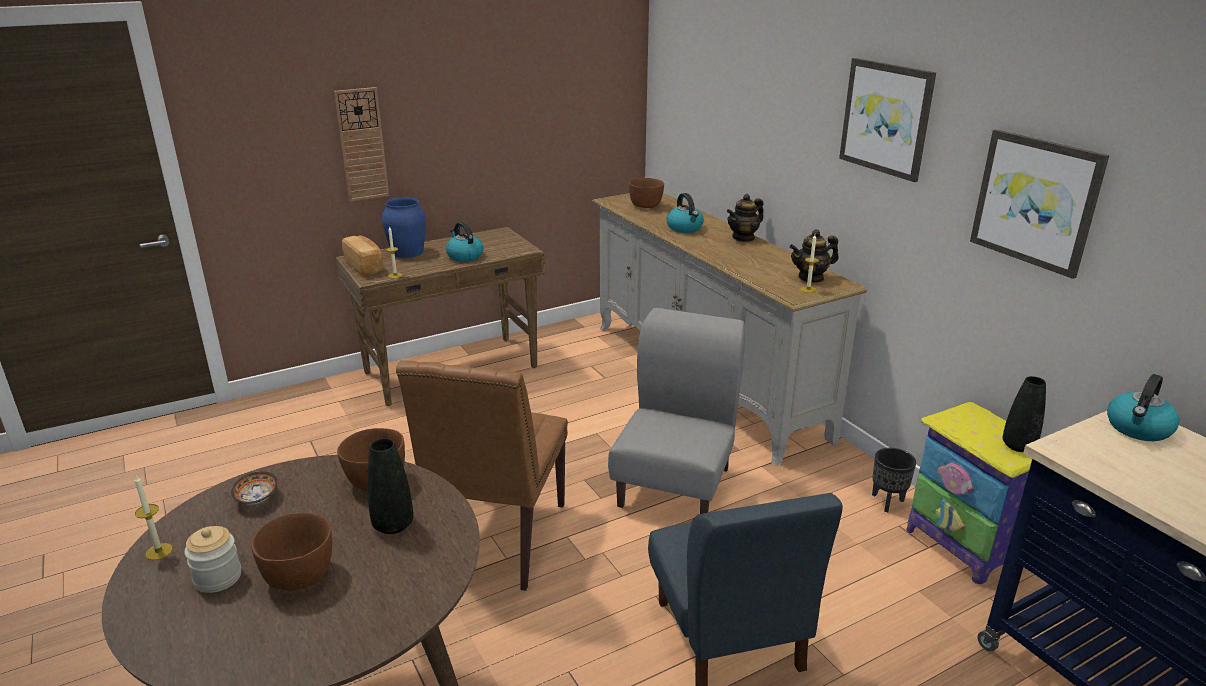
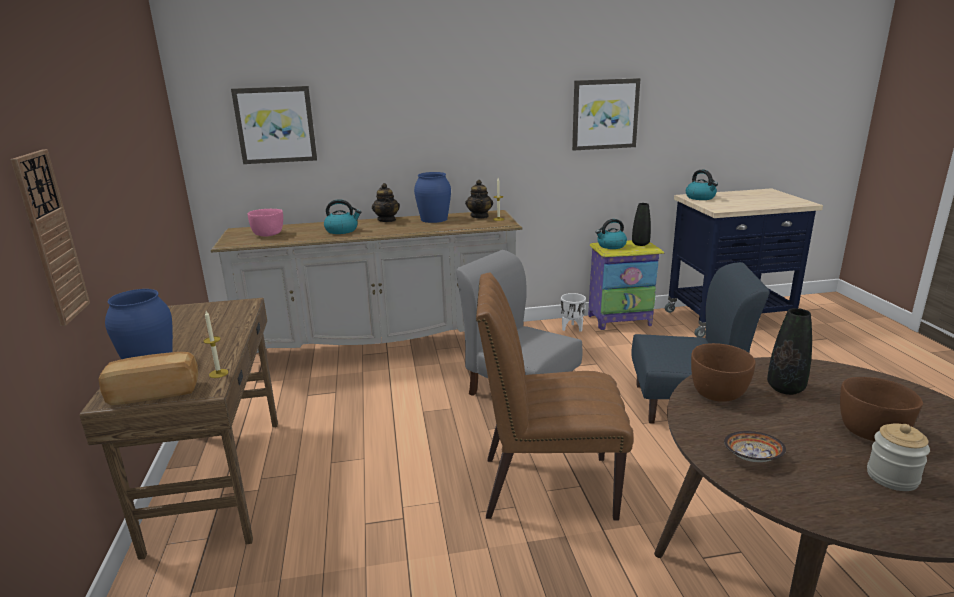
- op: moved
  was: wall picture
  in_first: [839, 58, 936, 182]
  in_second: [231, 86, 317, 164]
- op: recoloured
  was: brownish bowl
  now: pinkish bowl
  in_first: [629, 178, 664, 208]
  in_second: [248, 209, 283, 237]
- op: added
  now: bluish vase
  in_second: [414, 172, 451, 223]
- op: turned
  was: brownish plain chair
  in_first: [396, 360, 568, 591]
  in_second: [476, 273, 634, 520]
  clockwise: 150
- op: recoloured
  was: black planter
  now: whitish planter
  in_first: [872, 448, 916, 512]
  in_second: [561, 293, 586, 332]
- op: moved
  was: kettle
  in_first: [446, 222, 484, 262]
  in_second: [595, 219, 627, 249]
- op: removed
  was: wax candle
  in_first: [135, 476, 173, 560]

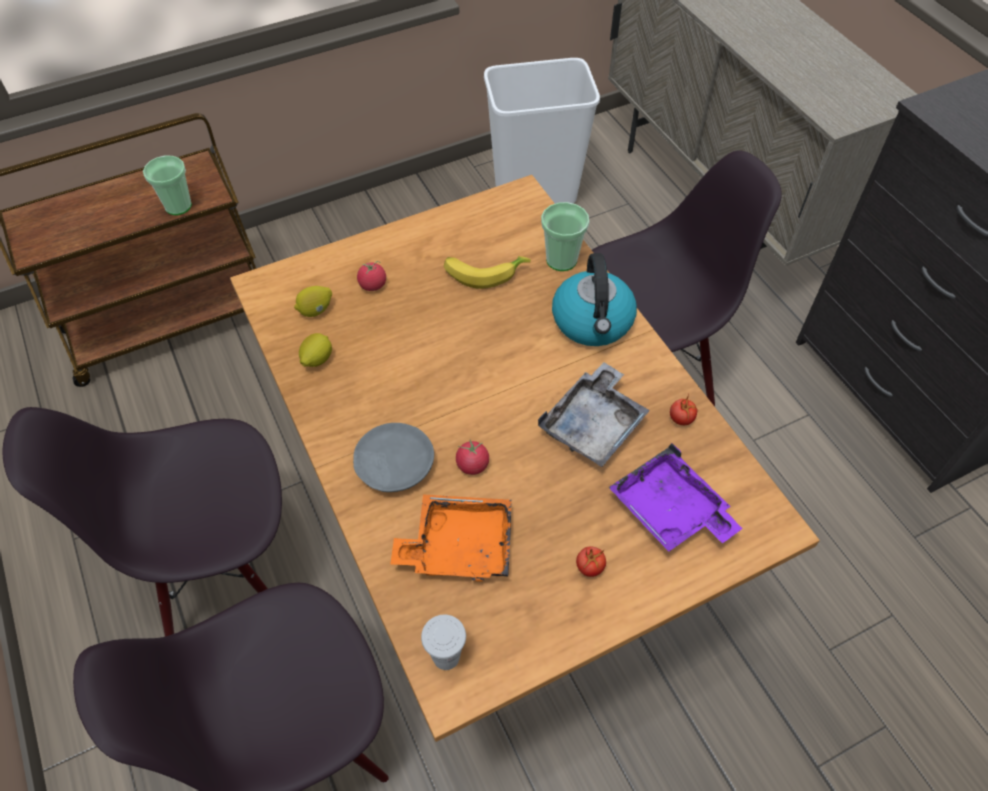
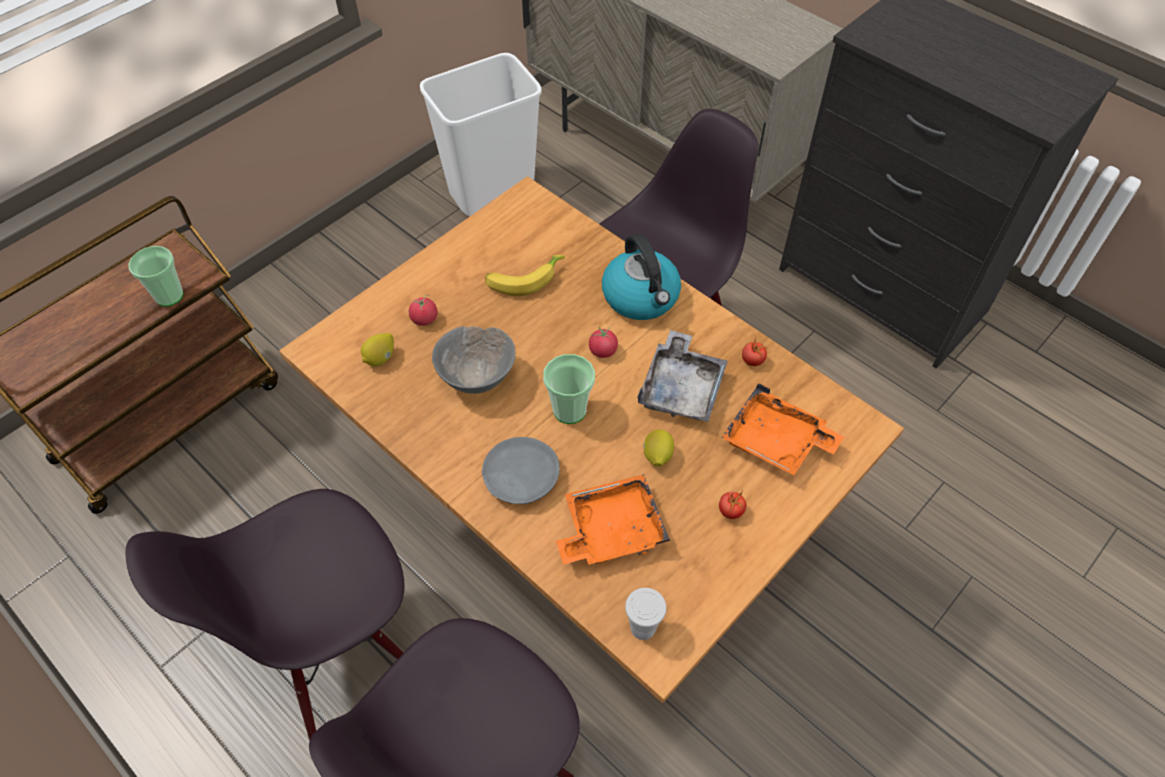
- op: added
  now: grey bowl
  in_second: [432, 326, 516, 394]
- op: moved
  was: cup
  in_first: [541, 202, 590, 271]
  in_second: [543, 354, 595, 424]
- op: moved
  was: tomato
  in_first: [456, 440, 489, 475]
  in_second: [589, 327, 618, 358]
- op: moved
  was: citrus fruit
  in_first: [299, 333, 332, 367]
  in_second: [643, 429, 674, 467]
- op: recoloured
  was: purple carrying tray
  now: orange-coloured carrying tray
  in_first: [609, 443, 743, 552]
  in_second: [721, 383, 844, 475]

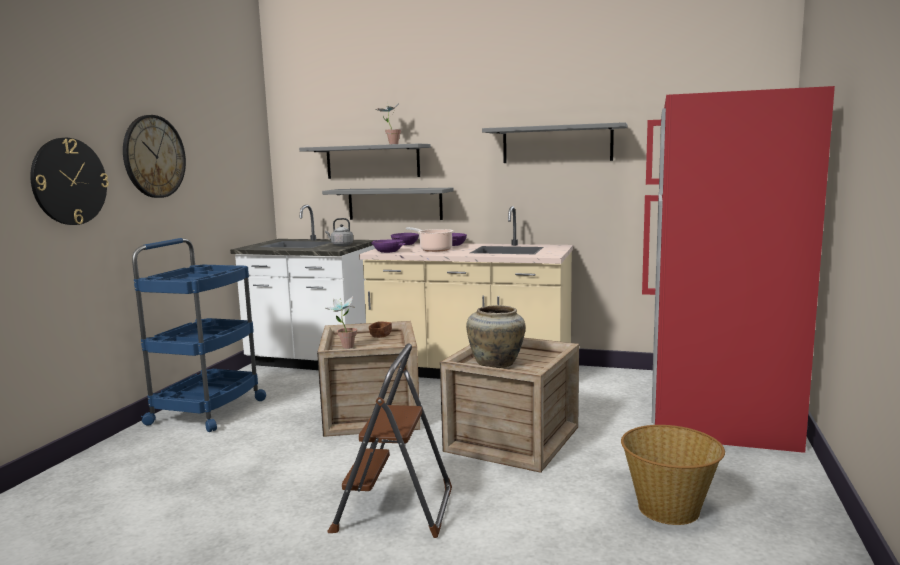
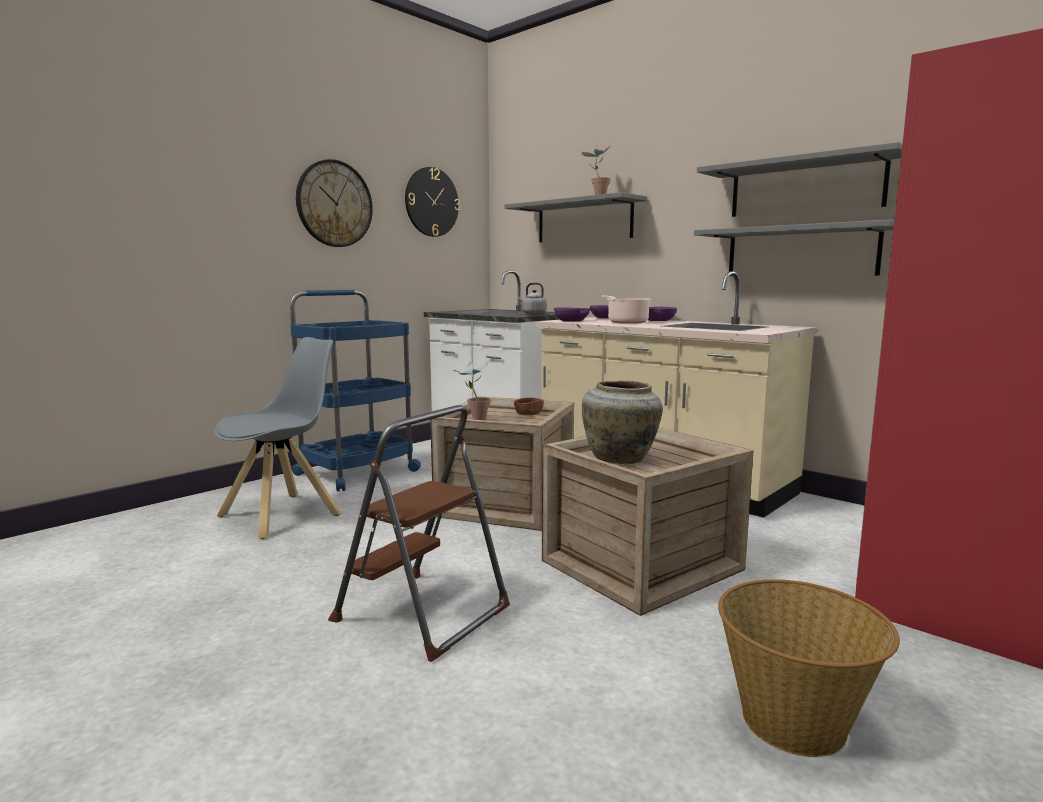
- op: added
  now: grey plain chair
  in_second: [214, 337, 342, 539]
- op: moved
  was: wall clock
  in_first: [30, 138, 109, 225]
  in_second: [405, 167, 460, 237]
- op: moved
  was: grey bracket shelf
  in_first: [322, 188, 453, 220]
  in_second: [694, 219, 894, 276]

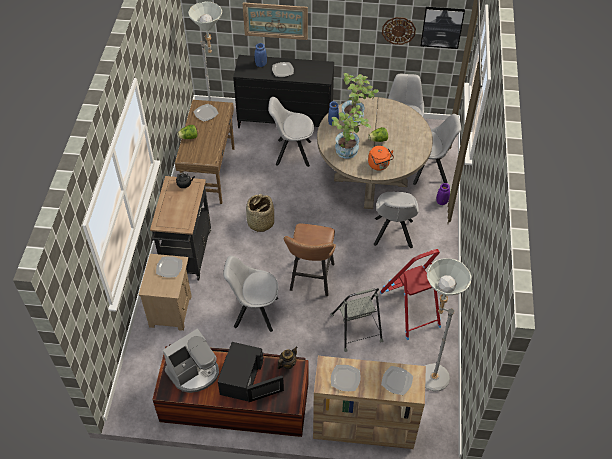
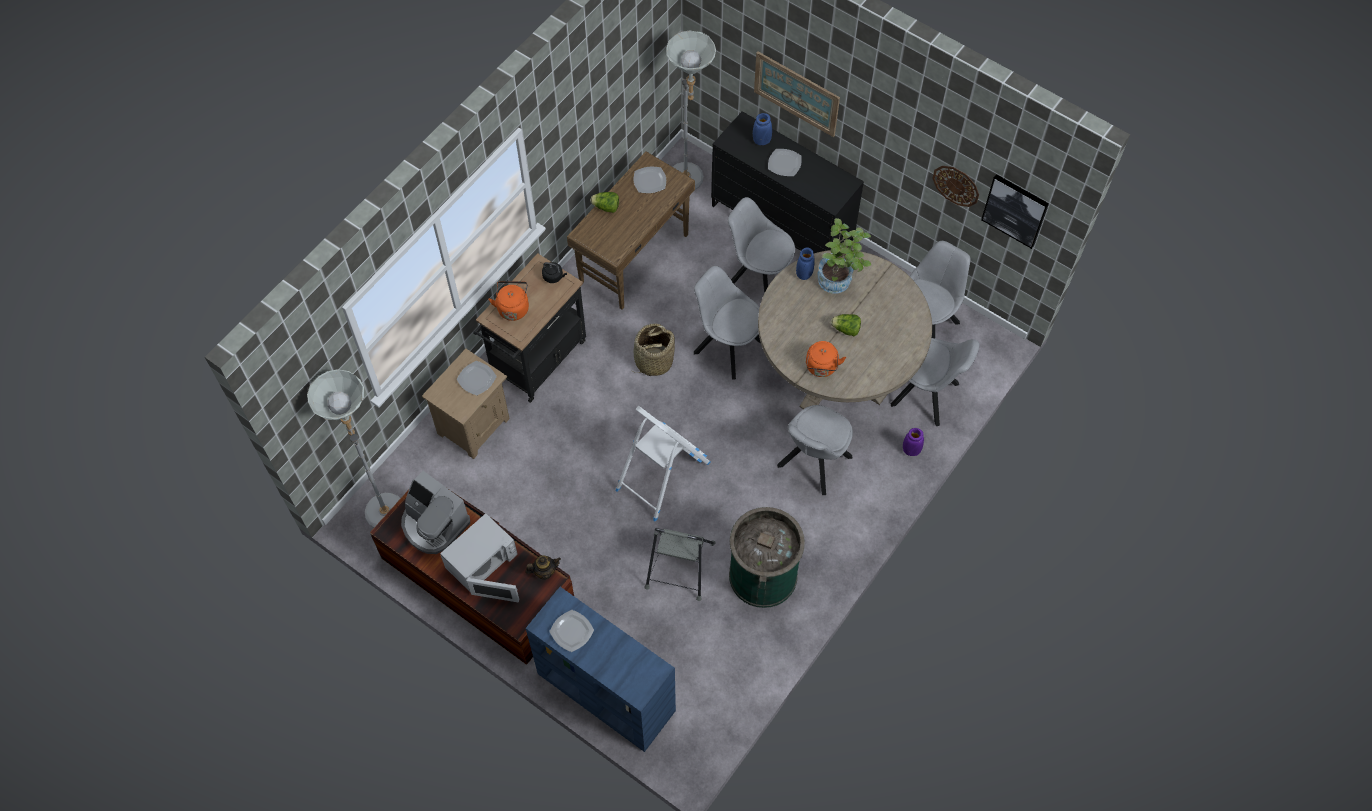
- op: moved
  was: grey floor lamp
  in_first: [425, 258, 471, 392]
  in_second: [307, 369, 400, 528]
- op: turned
  was: coffee brewer
  in_first: [163, 328, 219, 393]
  in_second: [401, 471, 470, 554]
  clockwise: 45
- op: recoloured
  was: black microwave oven
  now: whitish microwave oven
  in_first: [218, 342, 284, 402]
  in_second: [440, 513, 519, 603]
- op: added
  now: orange-coloured kettle
  in_second: [488, 281, 529, 321]
- op: recoloured
  was: brownish bookshelf
  now: bluish bookshelf
  in_first: [313, 356, 426, 449]
  in_second: [526, 587, 676, 752]
- op: replaced
  was: brownish stool seat
  now: whitish step ladder
  in_first: [284, 224, 336, 296]
  in_second: [616, 406, 711, 521]
- op: moved
  was: grey plain chair
  in_first: [223, 256, 279, 332]
  in_second: [694, 266, 761, 380]
- op: replaced
  was: red-coloured step ladder
  now: green-coloured trash can
  in_first: [380, 249, 441, 340]
  in_second: [729, 507, 805, 608]
- op: removed
  was: houseplant
  in_first: [332, 105, 371, 158]
- op: removed
  was: dinner plate
  in_first: [381, 366, 413, 395]

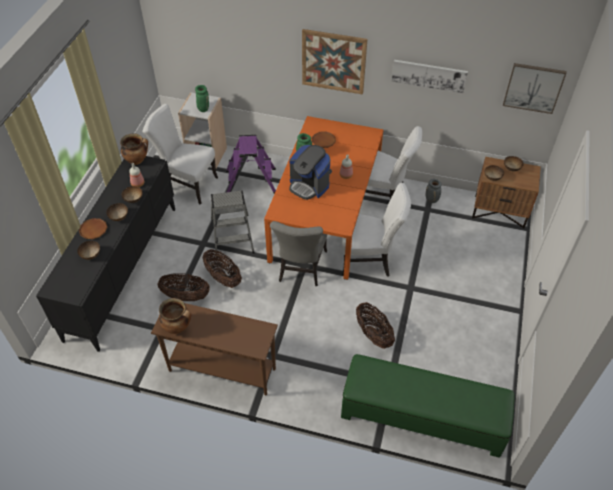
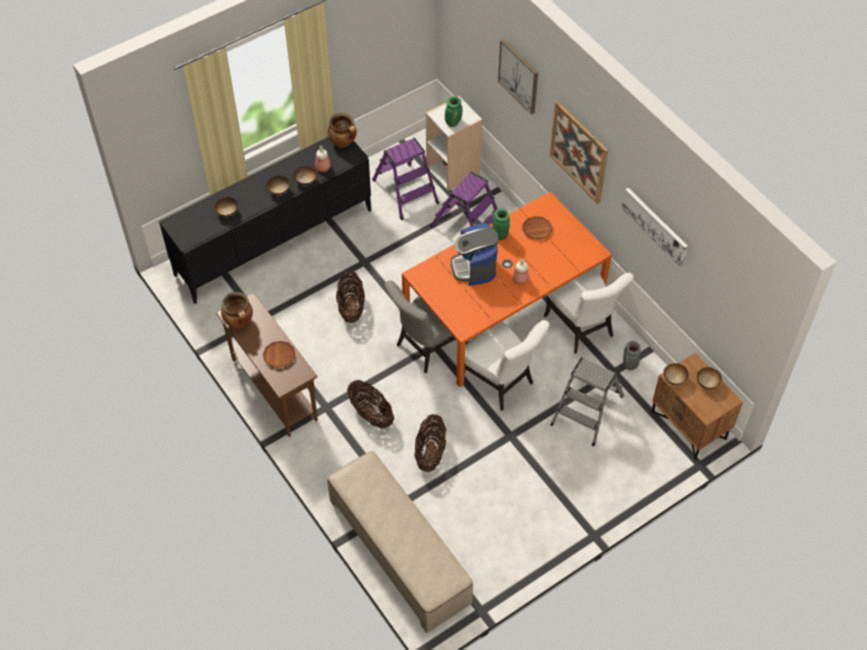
- op: moved
  was: brownish dinner plate
  in_first: [79, 218, 107, 239]
  in_second: [263, 341, 295, 368]
- op: recoloured
  was: green-coloured indoor bench
  now: beige indoor bench
  in_first: [341, 354, 515, 457]
  in_second: [327, 451, 473, 633]
- op: moved
  was: storage basket
  in_first: [158, 273, 210, 301]
  in_second: [347, 380, 394, 429]
- op: replaced
  was: whitish plain chair
  now: purple step ladder
  in_first: [142, 104, 218, 205]
  in_second: [372, 138, 439, 220]
- op: moved
  was: wall picture
  in_first: [503, 63, 567, 114]
  in_second: [498, 39, 538, 115]
- op: moved
  was: grey step ladder
  in_first: [211, 190, 255, 258]
  in_second: [550, 357, 624, 446]

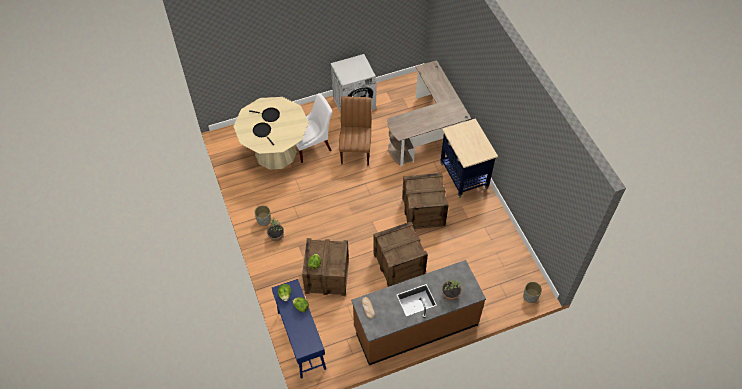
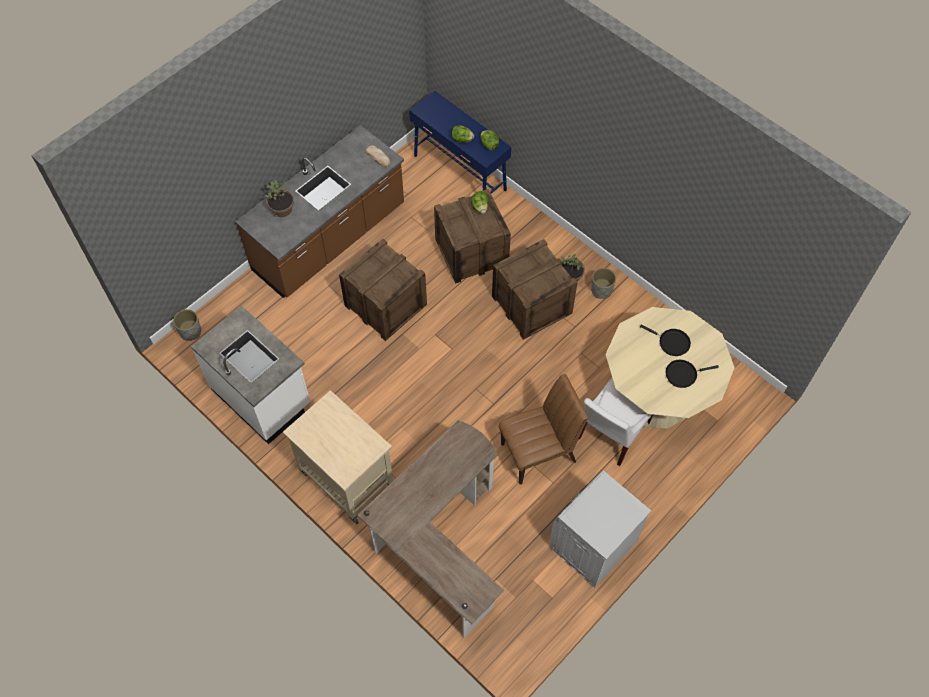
- op: added
  now: whitish counter
  in_second: [191, 305, 310, 444]
- op: recoloured
  was: bluish cart
  now: beige cart
  in_first: [440, 118, 498, 198]
  in_second: [283, 390, 393, 524]
- op: moved
  was: shipping crate
  in_first: [402, 173, 448, 229]
  in_second: [492, 239, 577, 340]
- op: turned
  was: brownish plain chair
  in_first: [339, 96, 371, 165]
  in_second: [499, 374, 589, 484]
  clockwise: -90

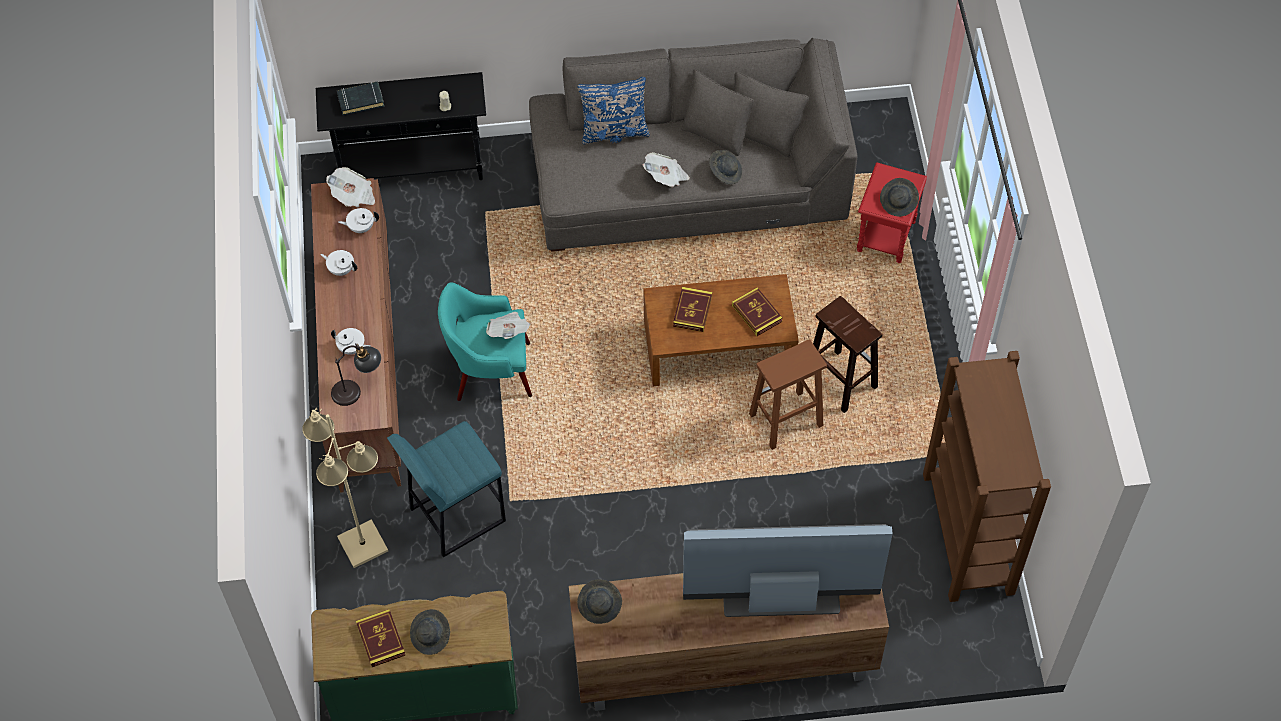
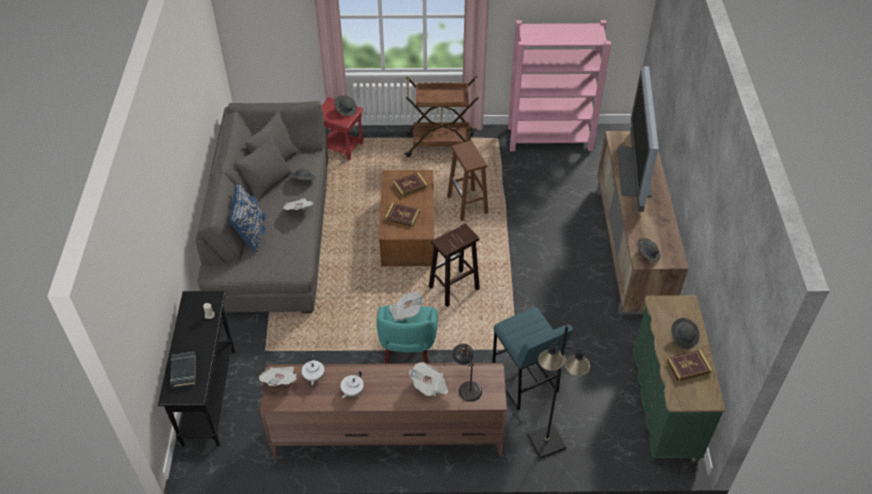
- op: added
  now: brownish cart
  in_second: [404, 76, 479, 157]
- op: replaced
  was: whitish pot for tea
  now: newspaper
  in_first: [331, 328, 371, 355]
  in_second: [409, 362, 448, 396]
- op: moved
  was: brownish stool seat
  in_first: [813, 296, 882, 413]
  in_second: [429, 224, 480, 307]
- op: recoloured
  was: brownish bookshelf
  now: pinkish bookshelf
  in_first: [923, 351, 1051, 602]
  in_second: [508, 20, 611, 151]
- op: recoloured
  was: beige floor lamp
  now: black floor lamp
  in_first: [303, 408, 388, 568]
  in_second: [527, 325, 590, 459]

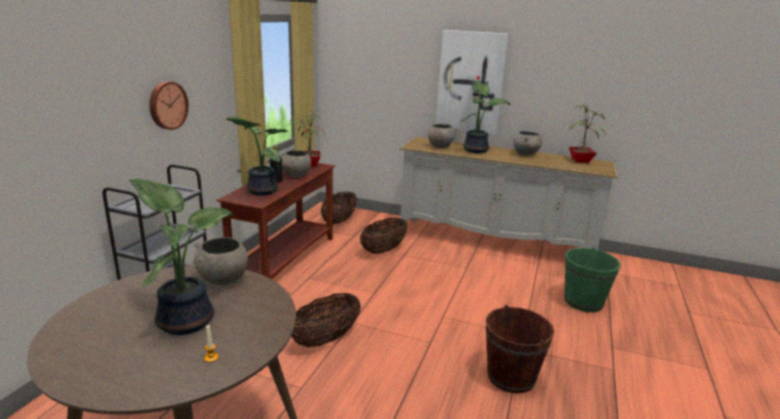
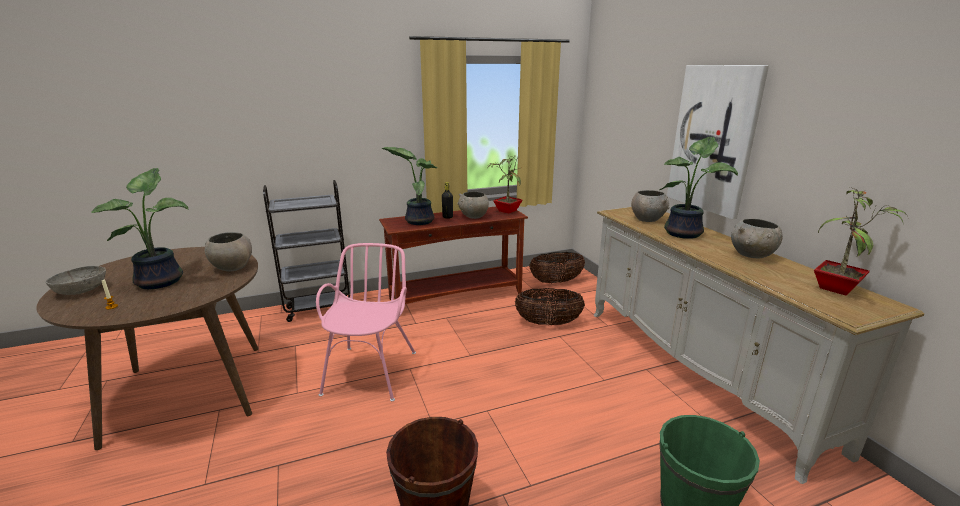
- op: added
  now: grey bowl
  in_second: [46, 266, 106, 295]
- op: replaced
  was: storage basket
  now: pinkish plain chair
  in_first: [291, 293, 361, 347]
  in_second: [316, 243, 416, 401]
- op: removed
  was: wall clock
  in_first: [149, 81, 189, 130]

